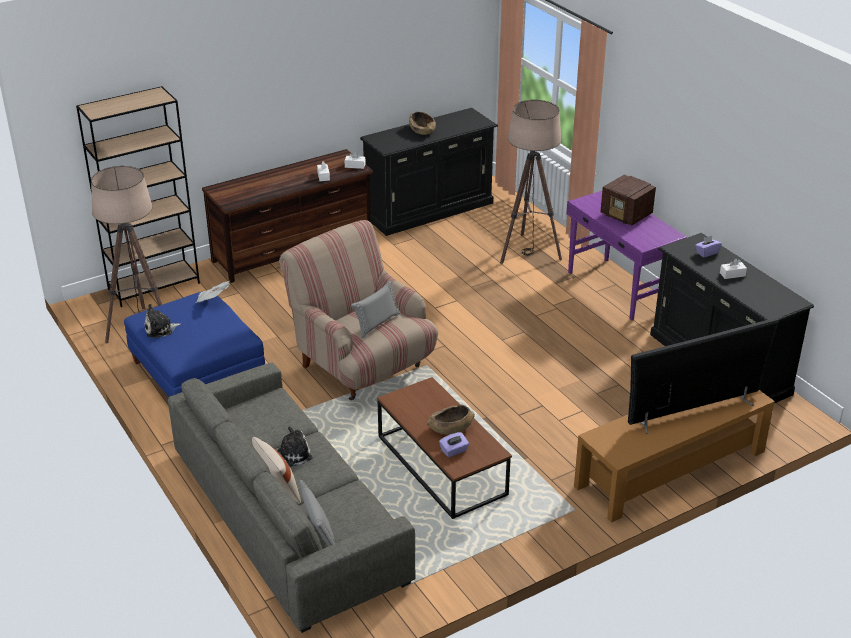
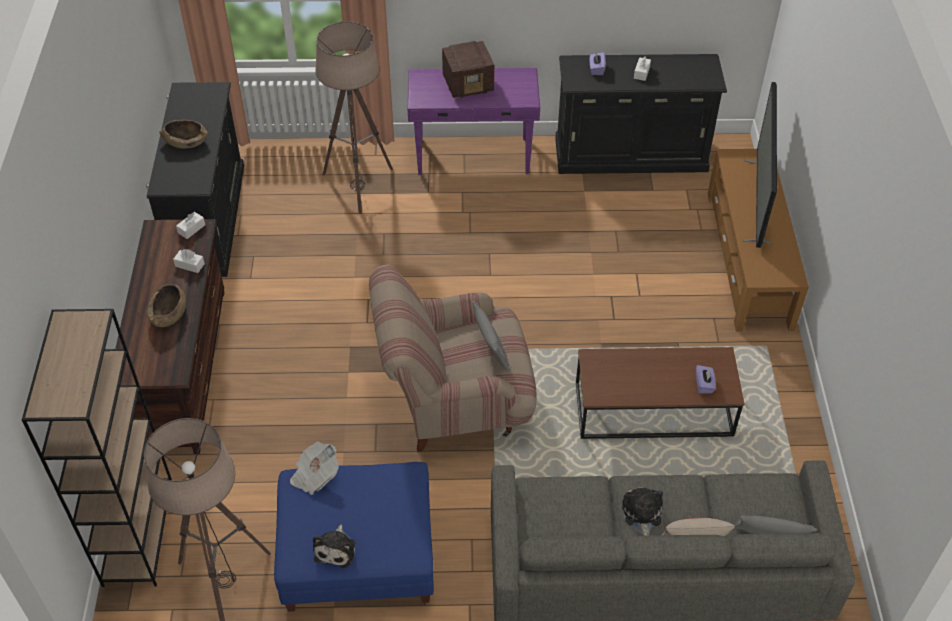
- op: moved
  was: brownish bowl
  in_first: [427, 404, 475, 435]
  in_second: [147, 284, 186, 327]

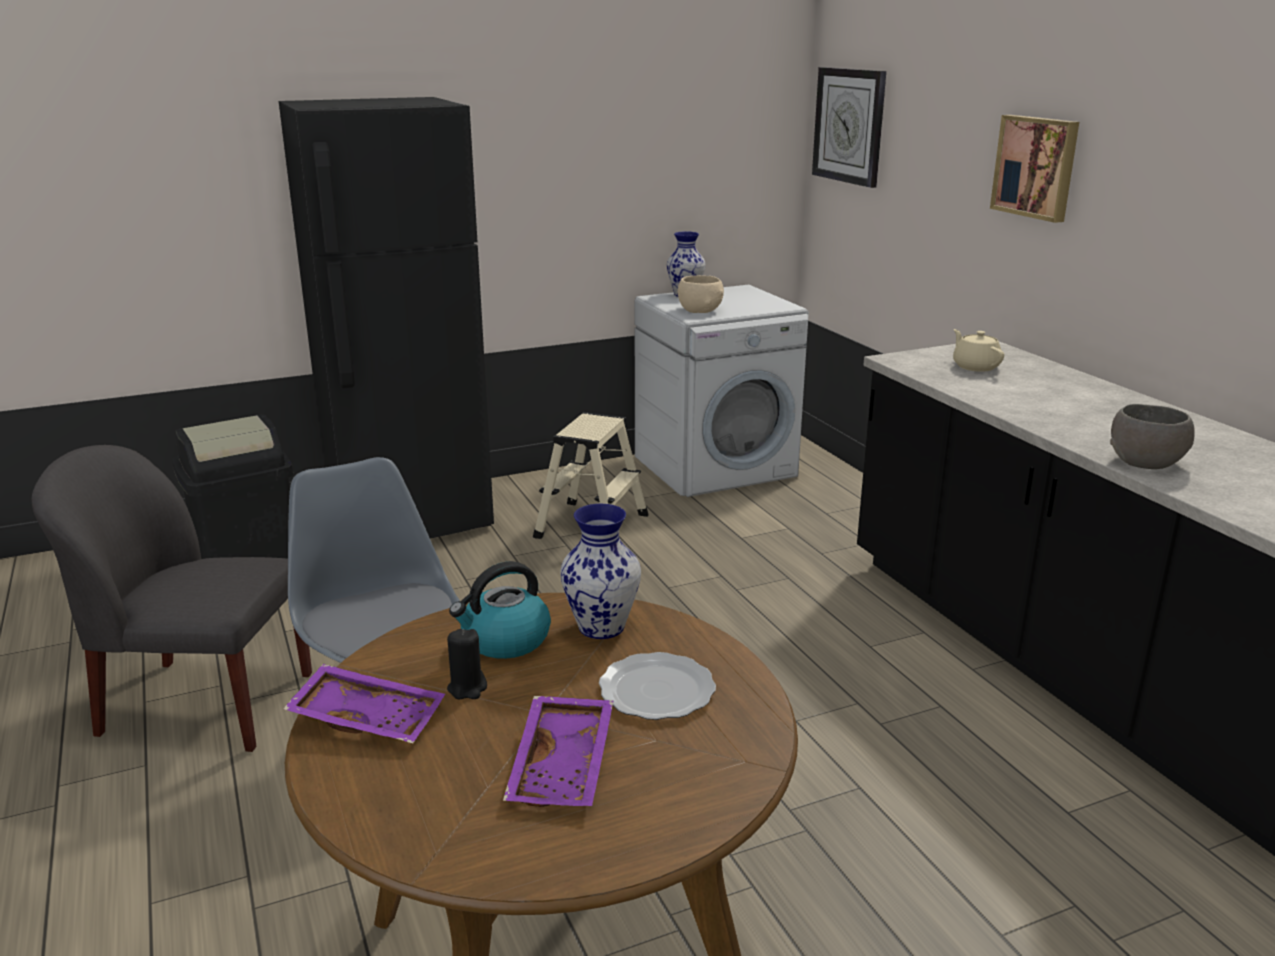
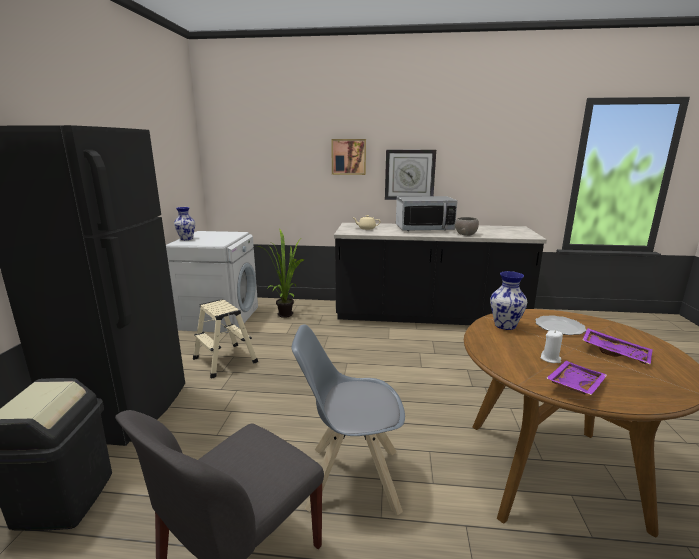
- op: added
  now: houseplant
  in_second: [257, 228, 305, 318]
- op: moved
  was: wall clock
  in_first: [812, 67, 886, 188]
  in_second: [385, 150, 436, 200]
- op: added
  now: microwave oven
  in_second: [396, 196, 457, 231]
- op: recoloured
  was: black wax candle
  now: whitish wax candle
  in_first: [447, 629, 487, 699]
  in_second: [540, 330, 563, 363]
- op: removed
  was: kettle
  in_first: [449, 561, 551, 659]
- op: removed
  was: beige bowl
  in_first: [678, 275, 724, 313]

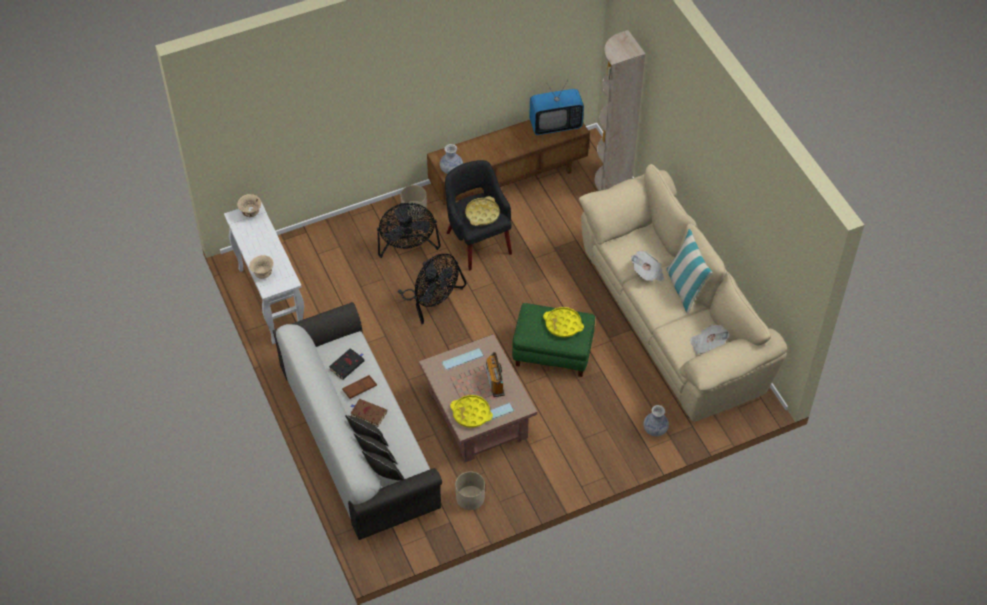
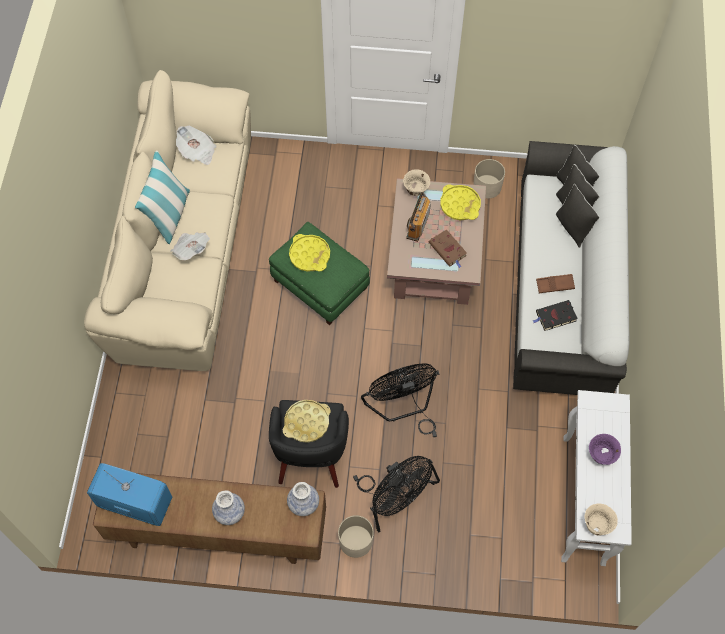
- op: moved
  was: vase
  in_first: [643, 405, 669, 436]
  in_second: [212, 491, 245, 525]
- op: turned
  was: black fan
  in_first: [377, 203, 441, 258]
  in_second: [353, 456, 440, 532]
  clockwise: 120
- op: moved
  was: beige bowl
  in_first: [249, 255, 273, 279]
  in_second: [403, 169, 430, 196]
- op: moved
  was: brownish volume
  in_first: [350, 399, 387, 427]
  in_second: [429, 229, 467, 268]
- op: added
  now: purple bowl
  in_second: [589, 434, 621, 465]
- op: removed
  was: beige bookshelf
  in_first: [595, 30, 645, 191]

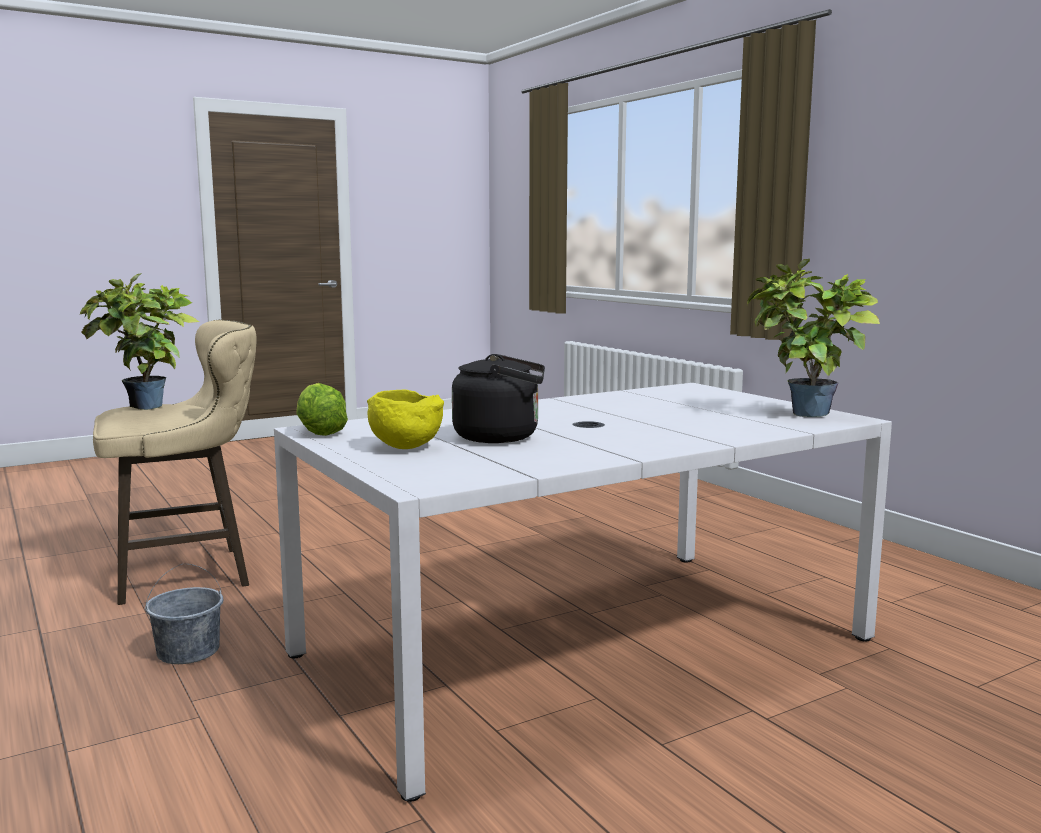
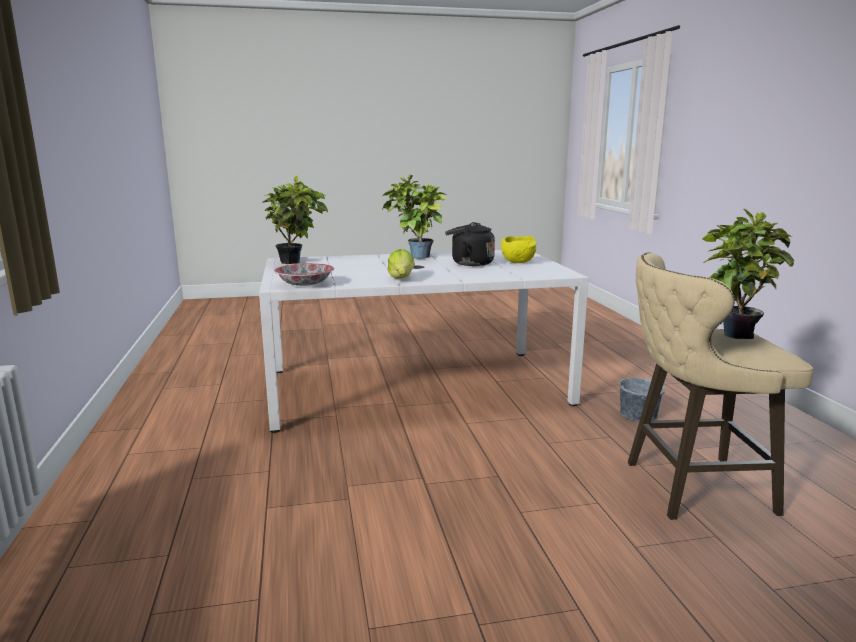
- op: added
  now: bowl
  in_second: [274, 263, 334, 286]
- op: added
  now: houseplant
  in_second: [382, 175, 446, 259]
- op: moved
  was: head of lettuce
  in_first: [296, 383, 348, 436]
  in_second: [387, 249, 415, 279]

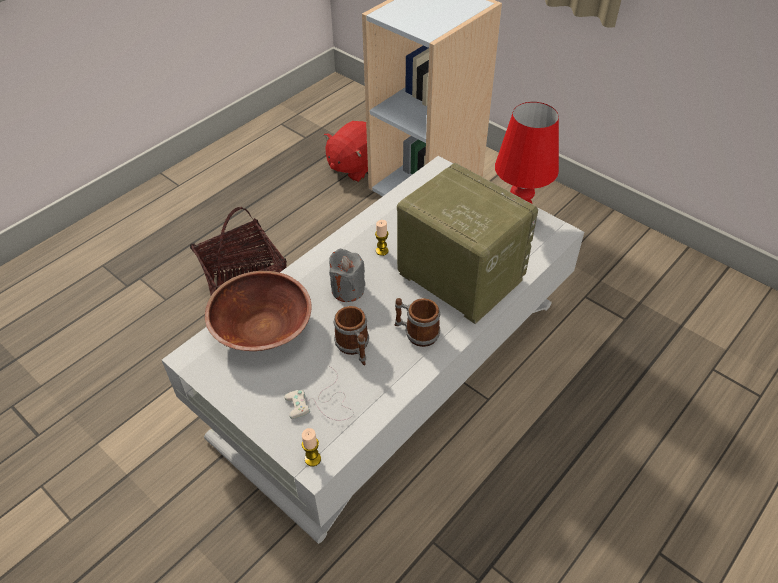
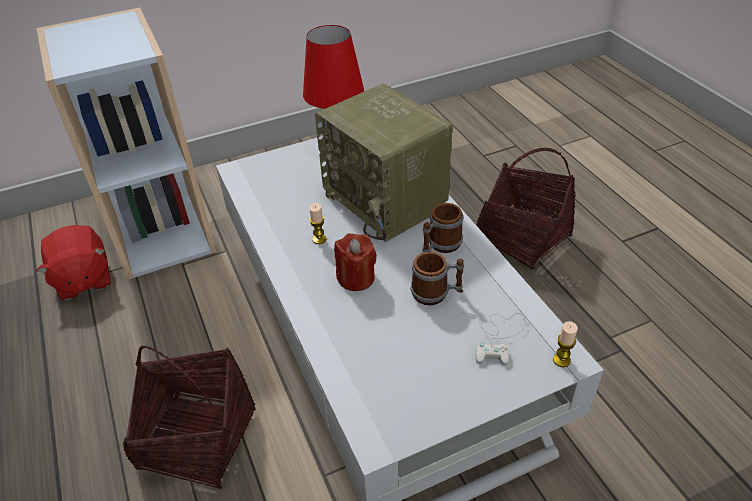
- op: turned
  was: radio receiver
  in_first: [397, 163, 538, 324]
  in_second: [315, 84, 453, 242]
  clockwise: -105
- op: recoloured
  was: grey wax candle
  now: red-coloured wax candle
  in_first: [329, 248, 365, 302]
  in_second: [334, 233, 377, 291]
- op: added
  now: storage basket
  in_second: [476, 148, 575, 270]
- op: removed
  was: brownish bowl
  in_first: [205, 271, 311, 351]

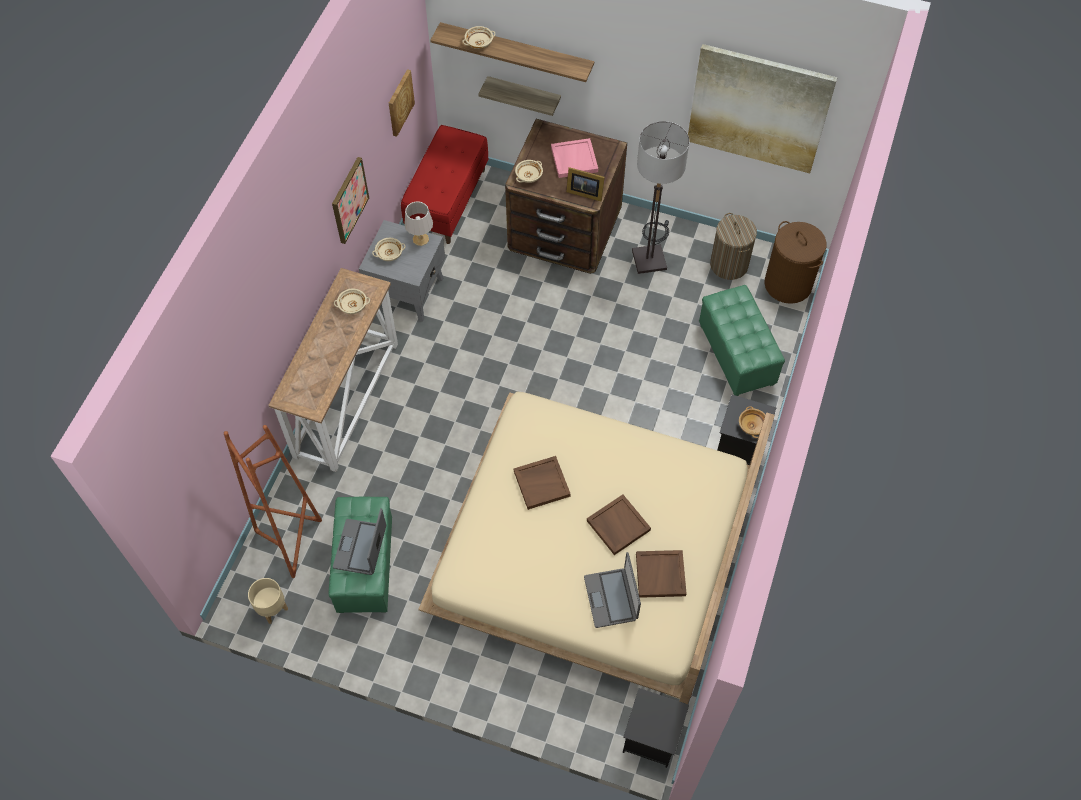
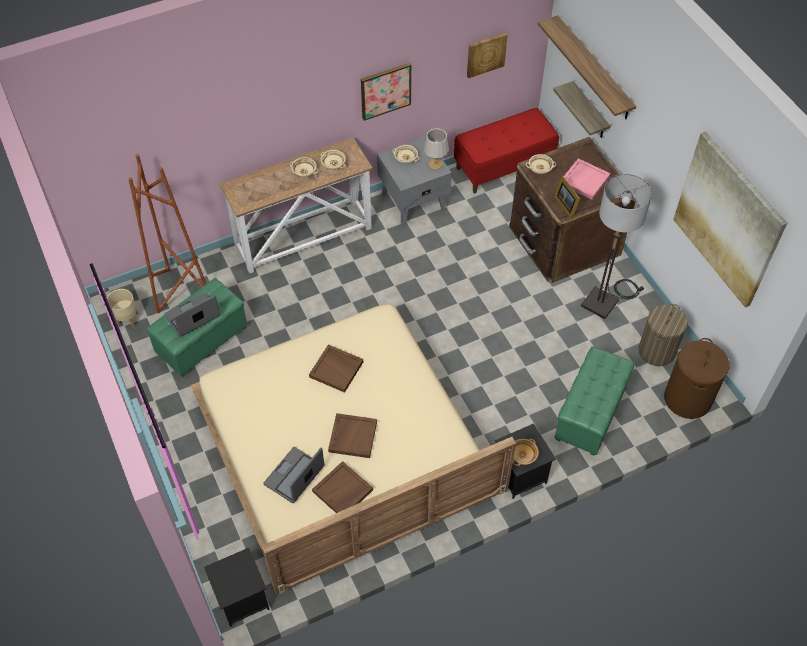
- op: moved
  was: beige bowl
  in_first: [462, 26, 495, 49]
  in_second: [289, 157, 318, 177]

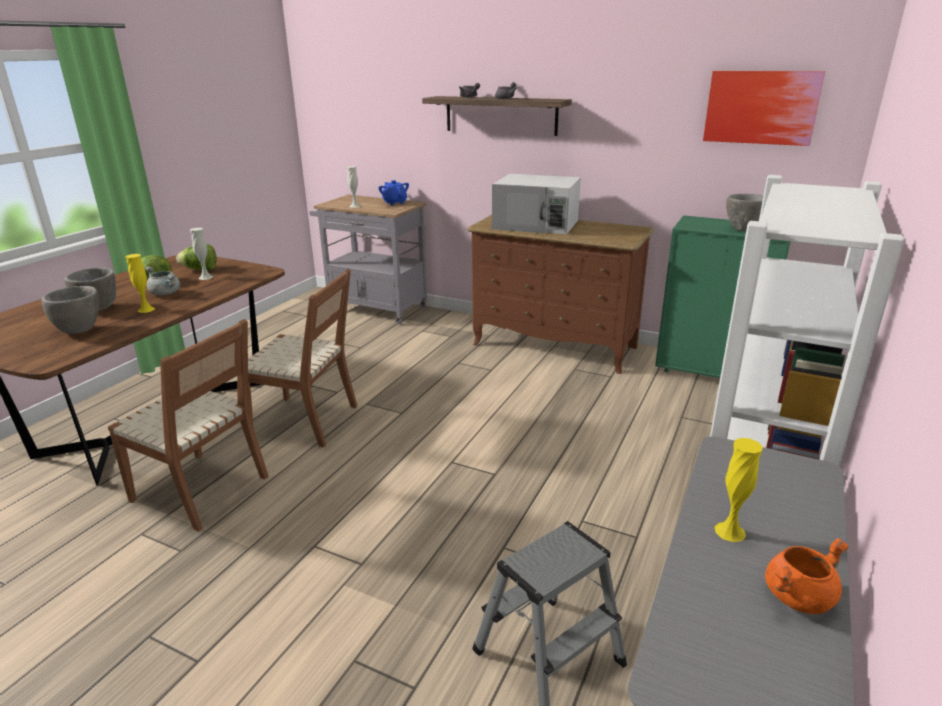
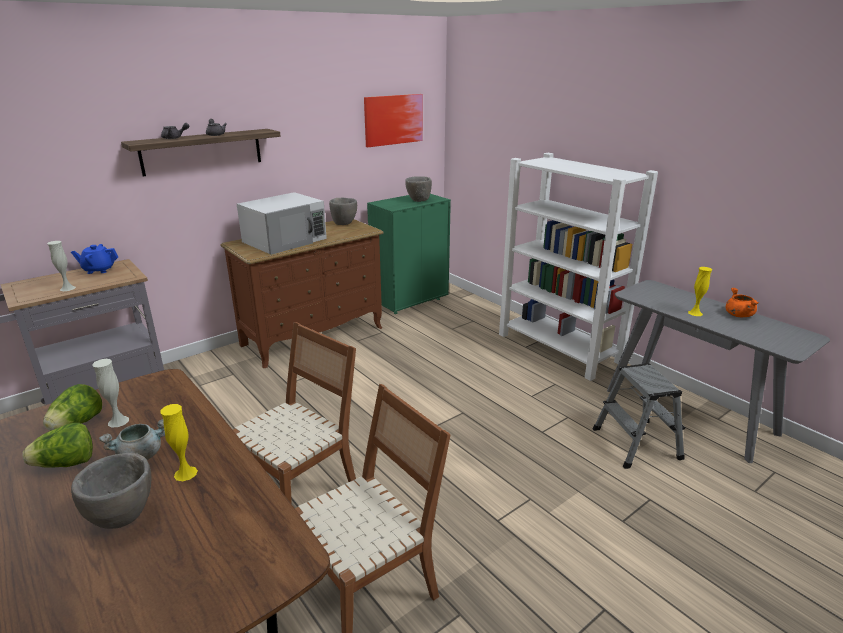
- op: moved
  was: grey bowl
  in_first: [42, 286, 99, 334]
  in_second: [329, 197, 357, 225]

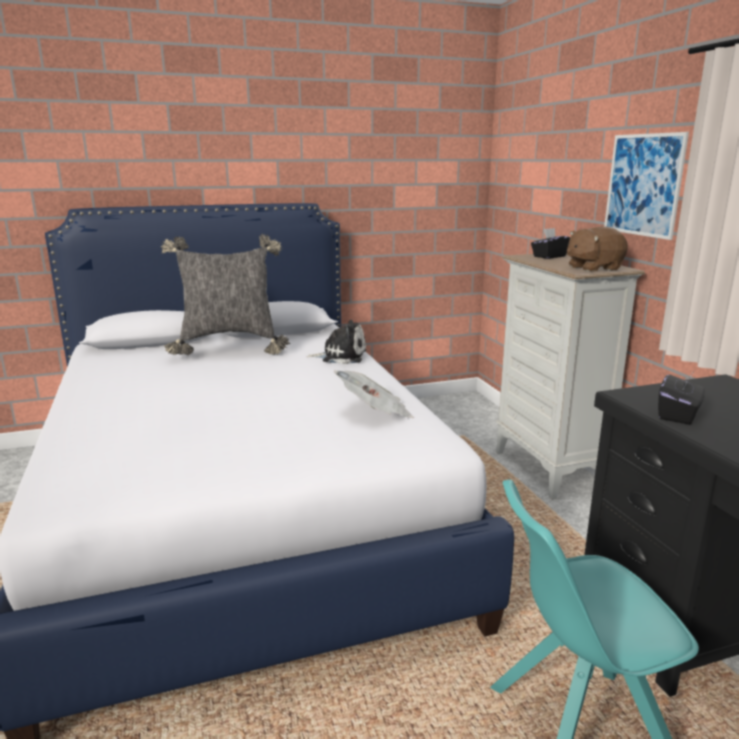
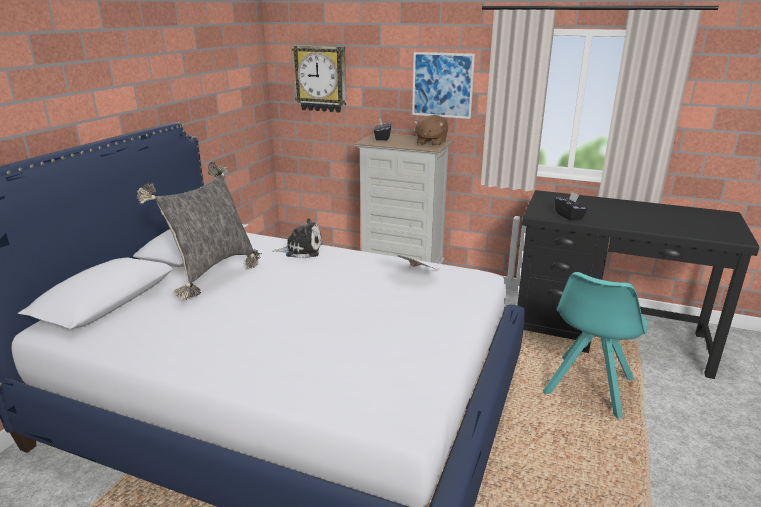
- op: turned
  was: plush toy
  in_first: [306, 320, 366, 364]
  in_second: [272, 218, 323, 258]
  clockwise: 45
- op: added
  now: wall clock
  in_second: [292, 45, 346, 113]

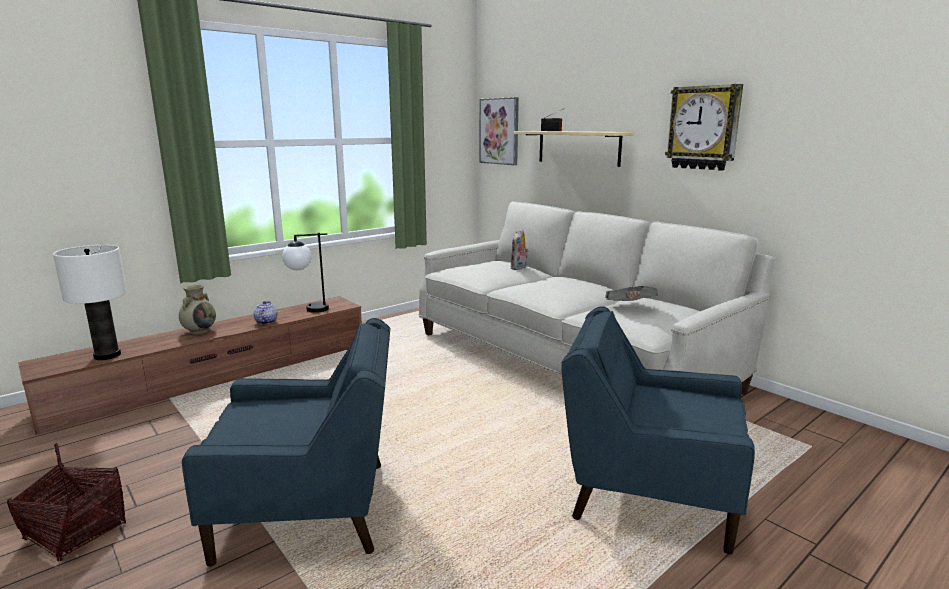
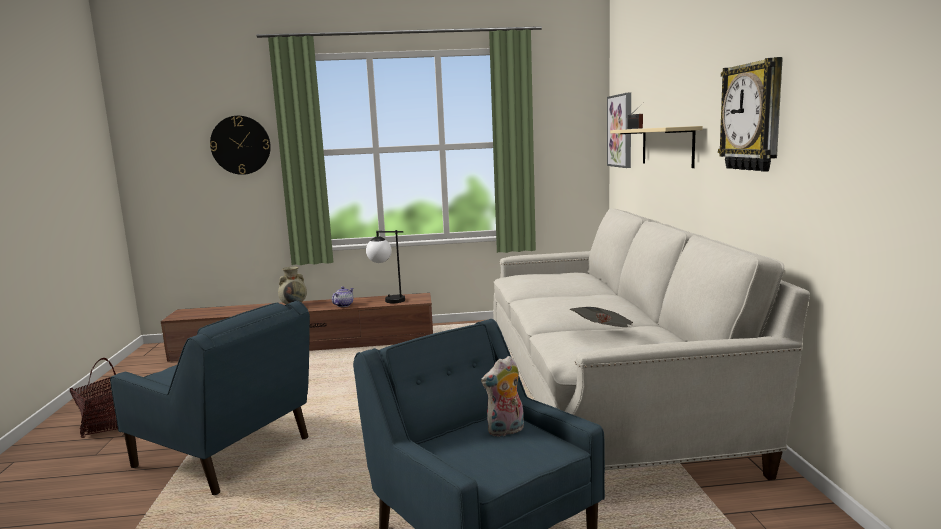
- op: added
  now: wall clock
  in_second: [210, 116, 271, 175]
- op: moved
  was: plush toy
  in_first: [510, 228, 529, 270]
  in_second: [481, 356, 524, 437]
- op: removed
  was: whitish tabletop lamp
  in_first: [53, 245, 127, 360]

